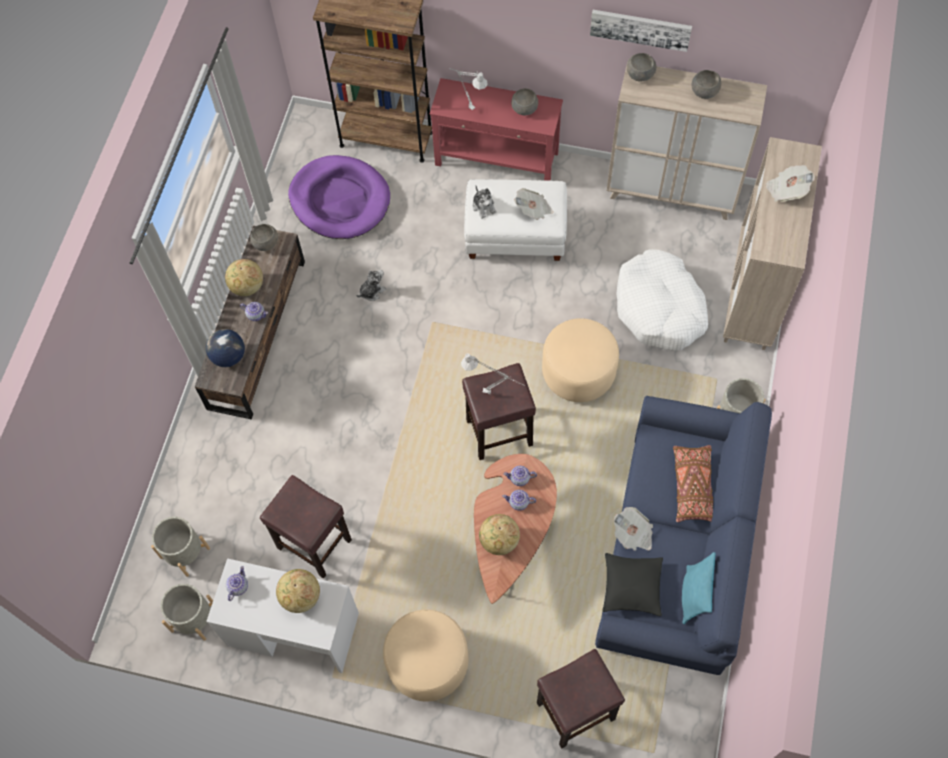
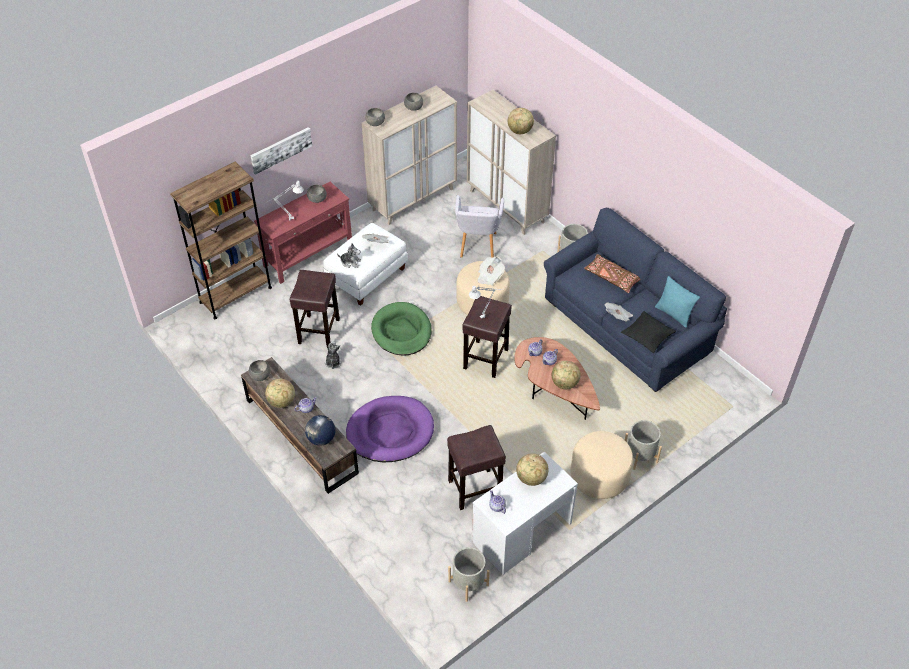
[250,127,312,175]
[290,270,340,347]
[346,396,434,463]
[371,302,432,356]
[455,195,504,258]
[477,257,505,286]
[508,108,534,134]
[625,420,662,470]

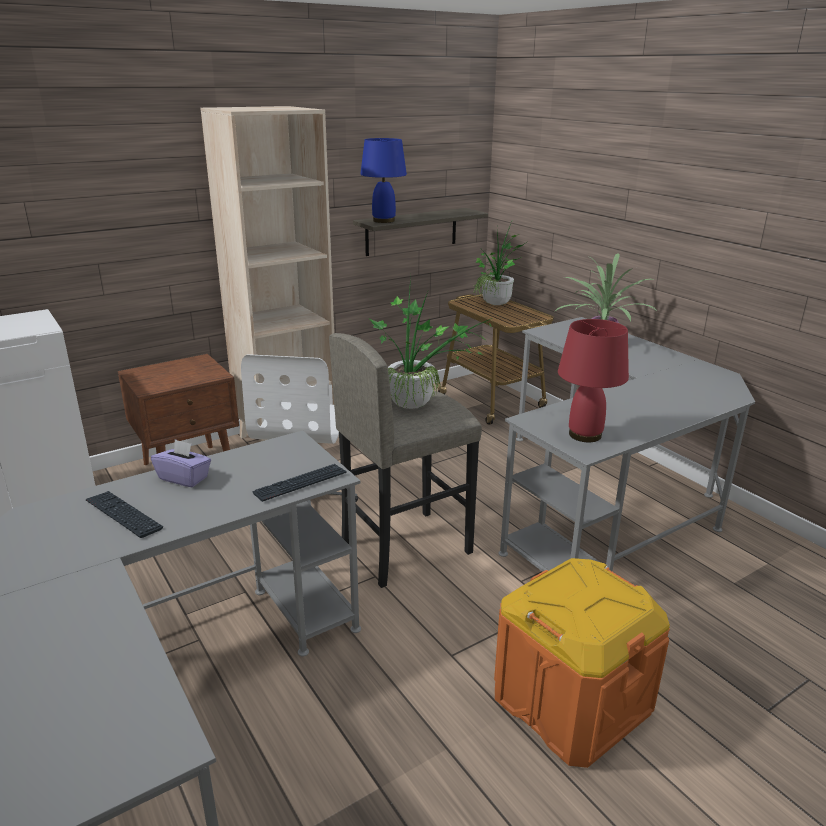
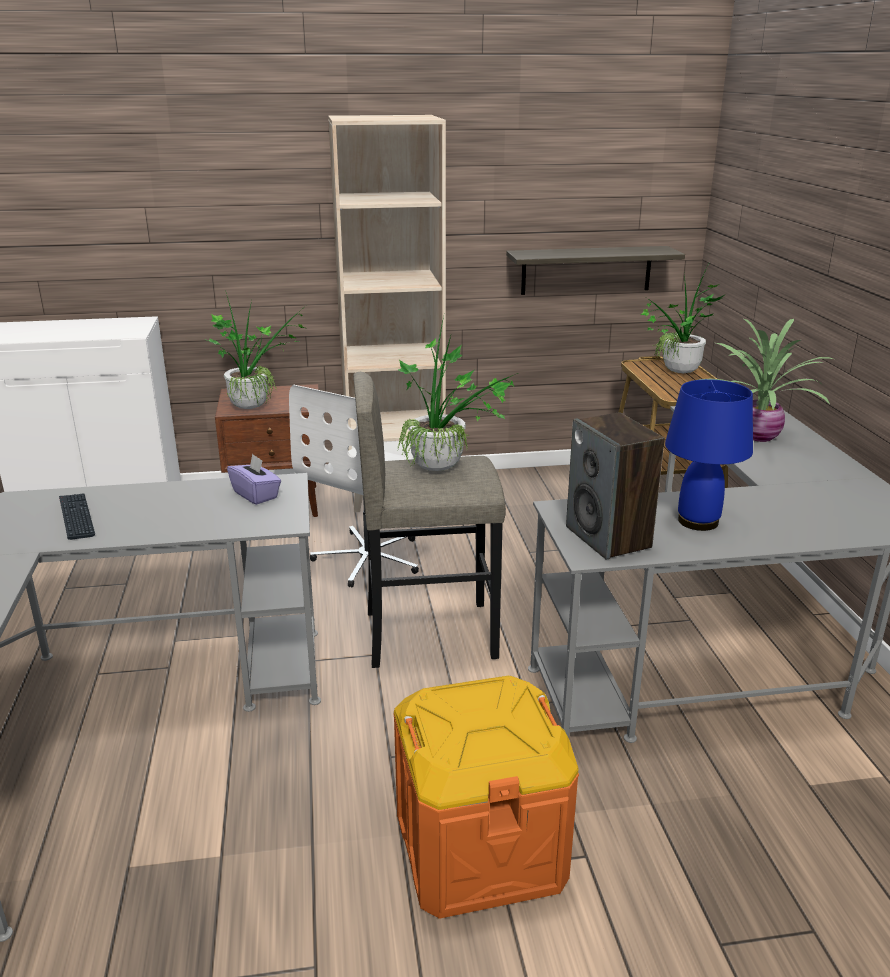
[205,293,305,409]
[227,454,281,505]
[566,412,665,560]
[665,379,753,531]
[252,464,347,502] (first image)

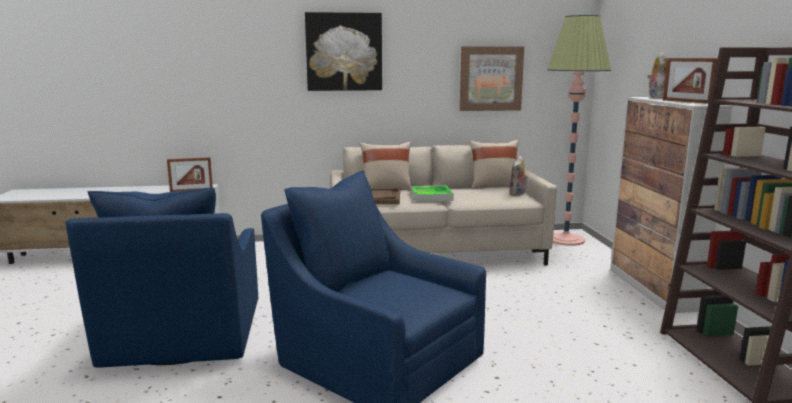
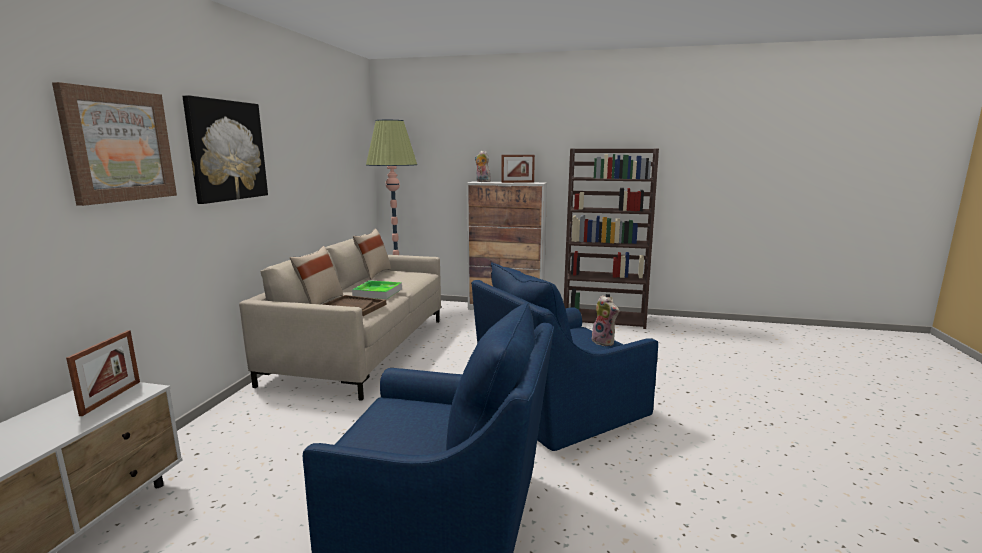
[52,82,177,206]
[592,295,619,346]

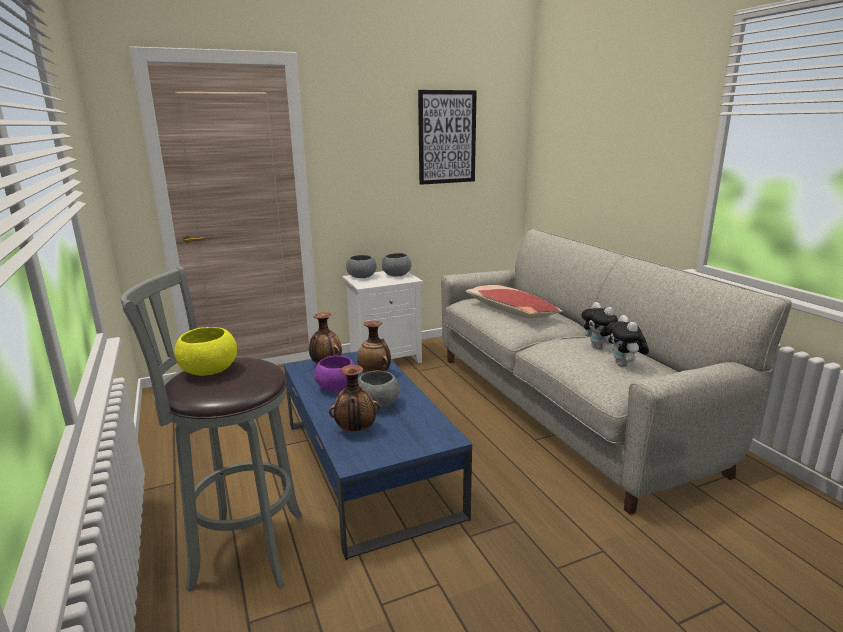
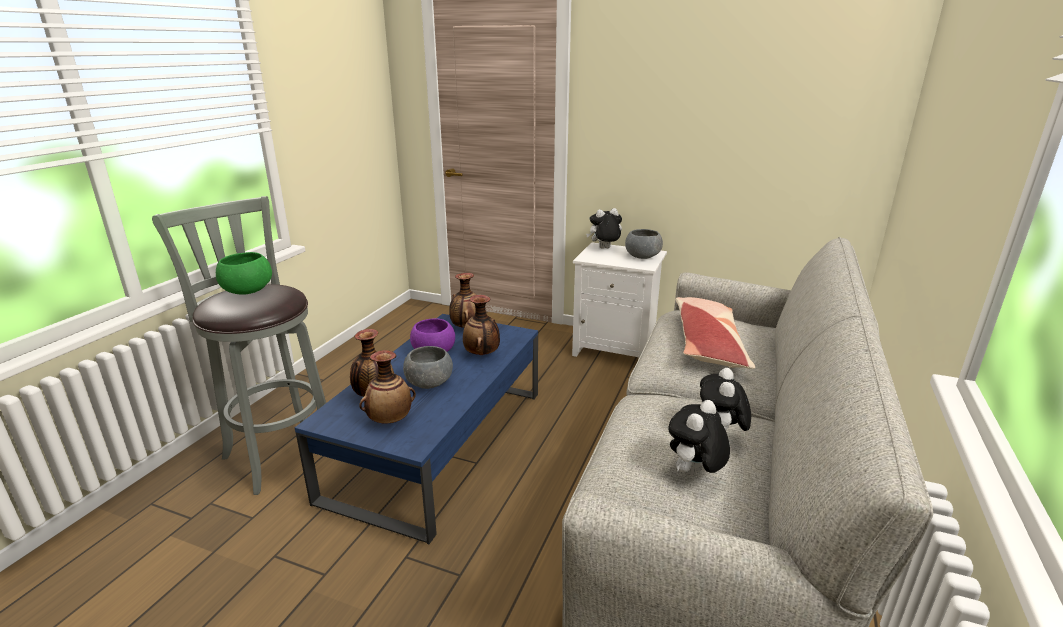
[216,252,272,295]
[359,350,416,424]
[586,208,622,249]
[418,90,477,185] (first image)

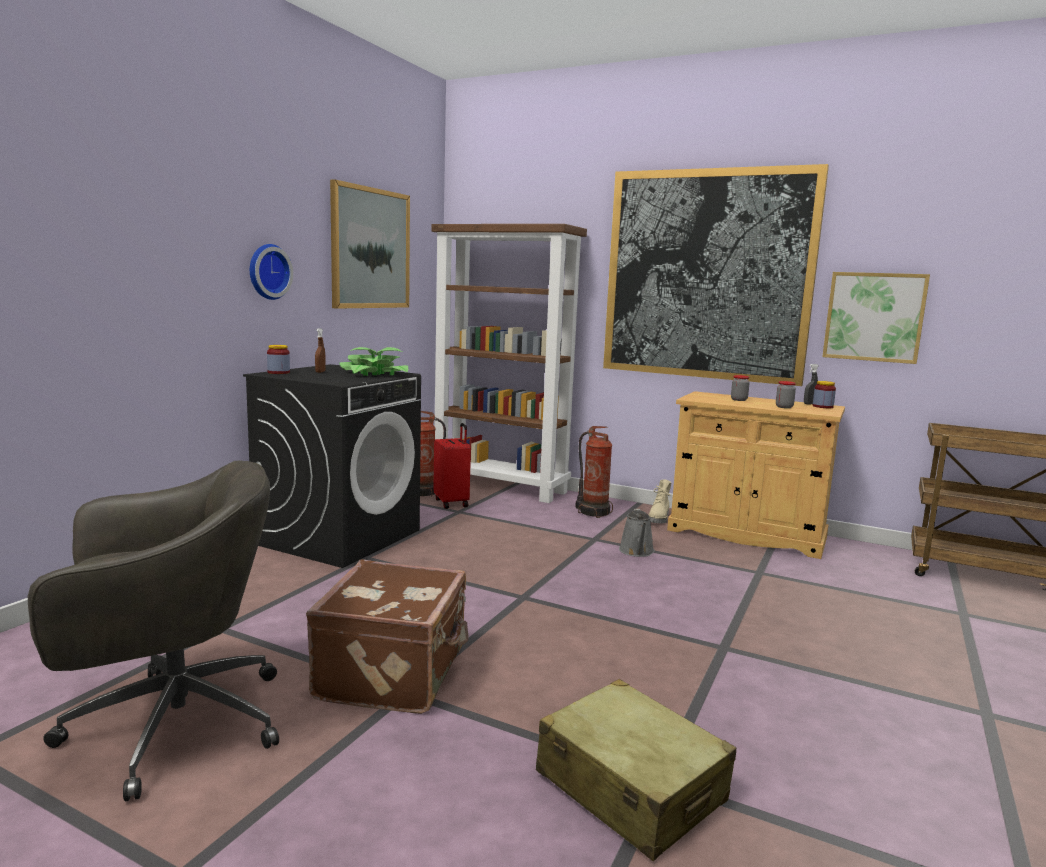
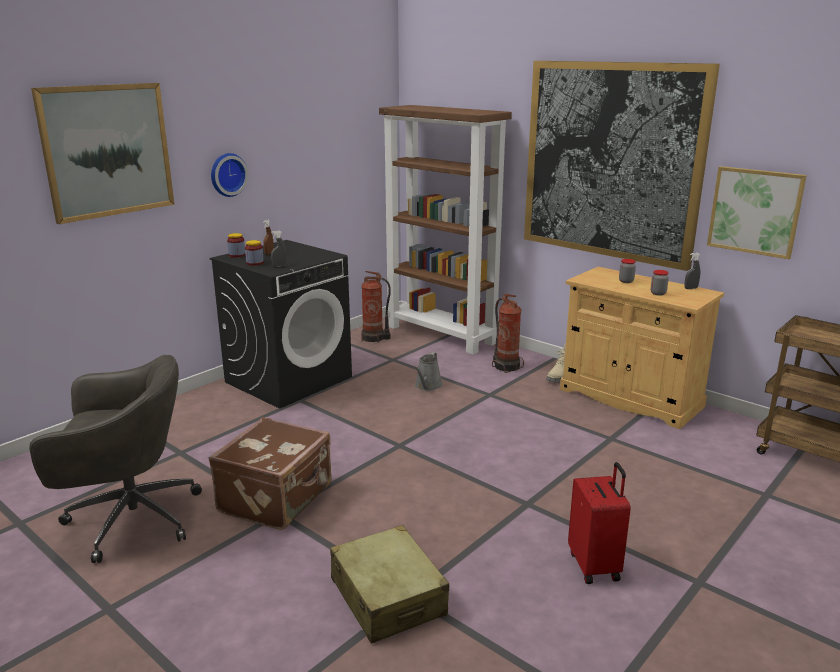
[31,83,175,224]
[245,240,264,266]
[271,230,287,267]
[415,352,443,391]
[568,462,631,584]
[340,347,408,376] (first image)

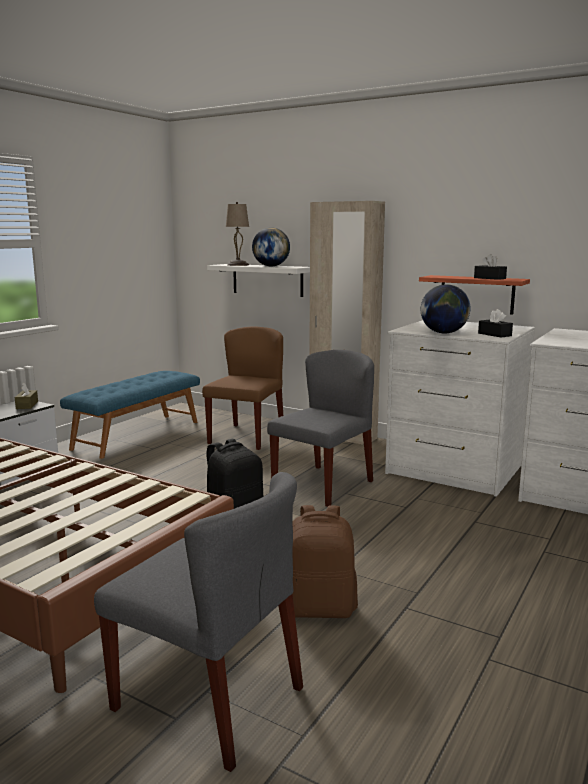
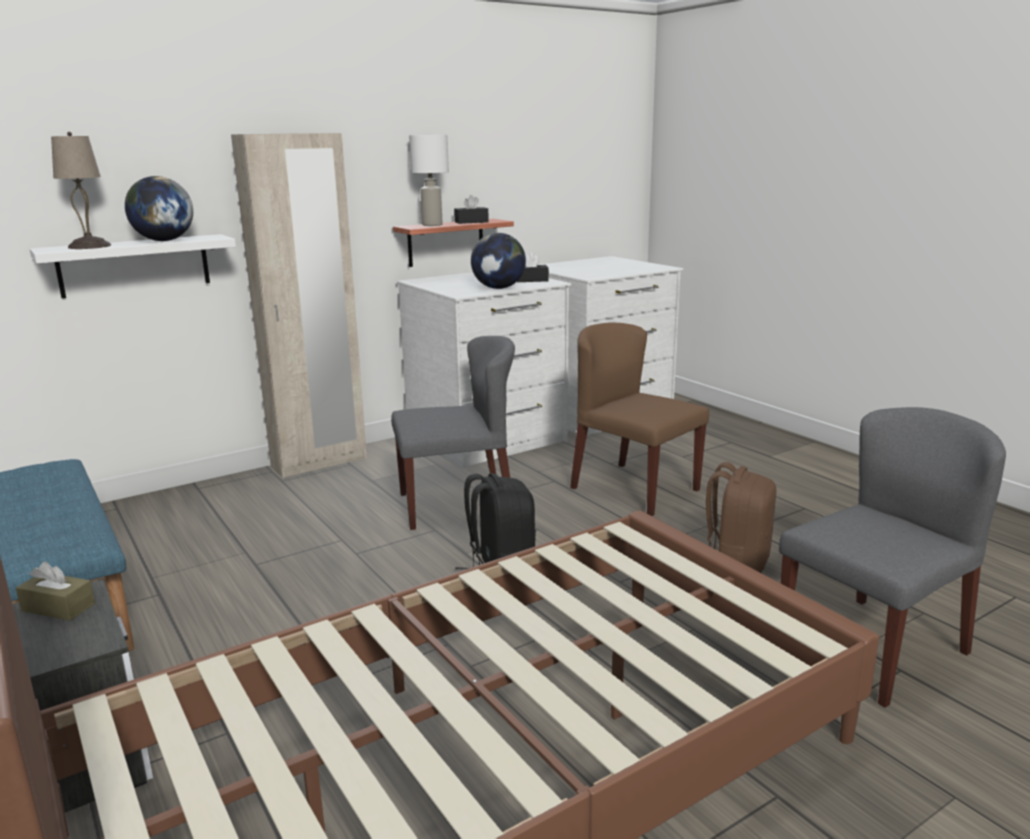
[391,336,515,530]
[409,135,449,226]
[570,322,709,516]

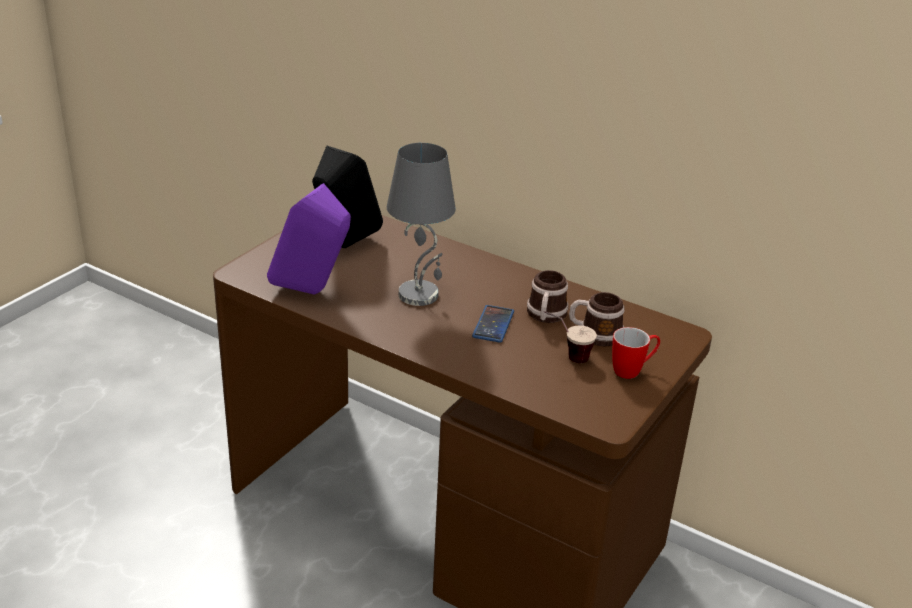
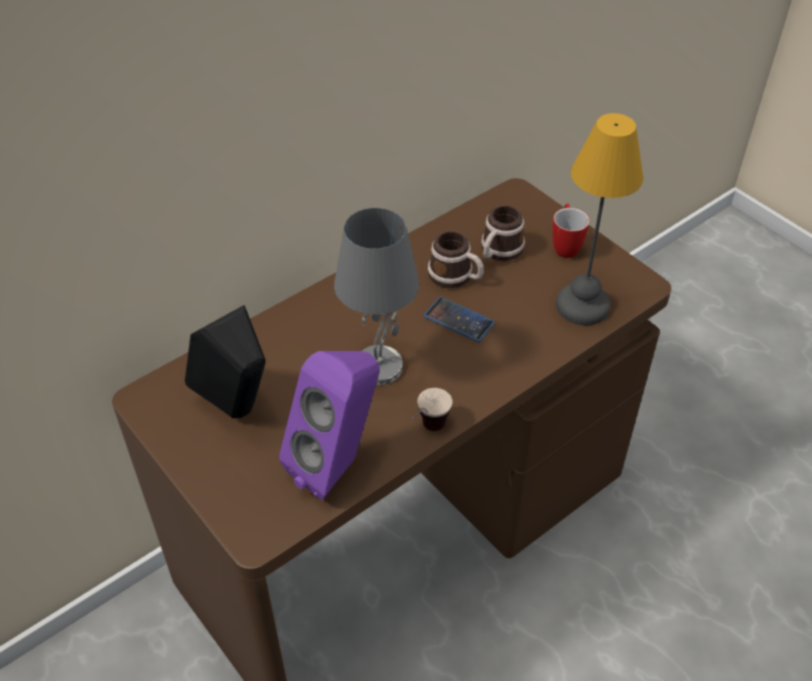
[412,388,453,431]
[556,113,643,325]

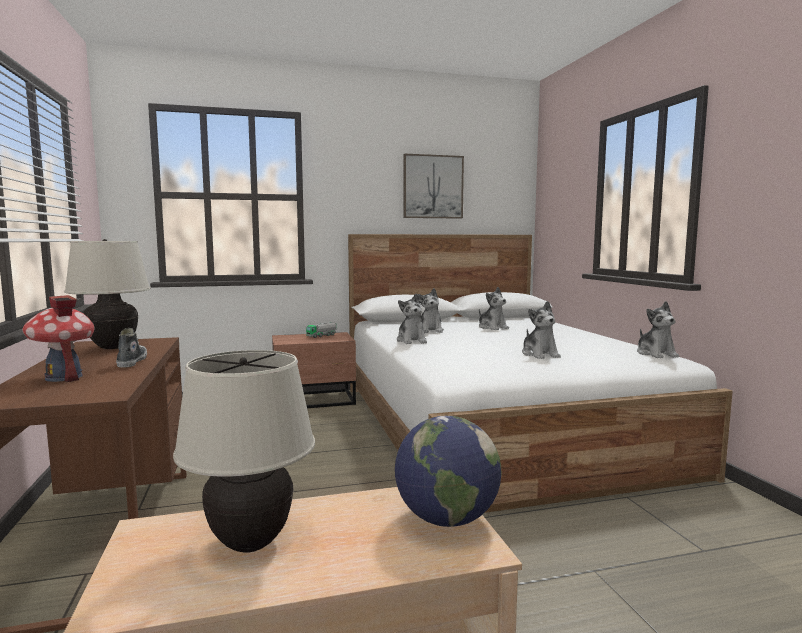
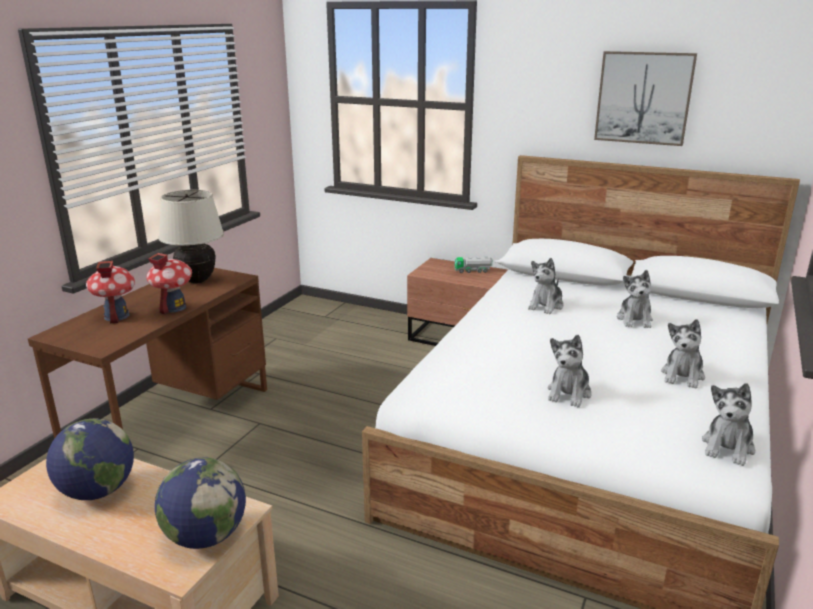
[46,419,134,500]
[146,253,192,314]
[661,319,705,389]

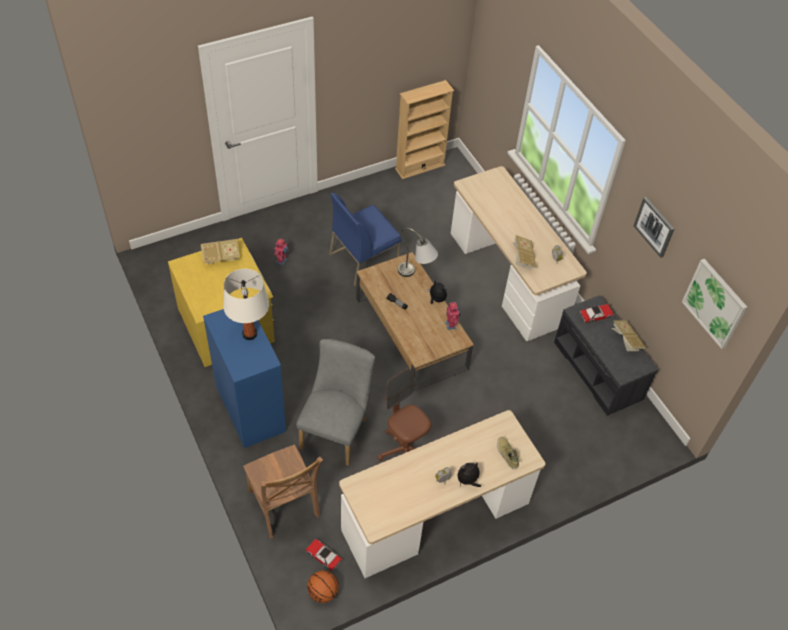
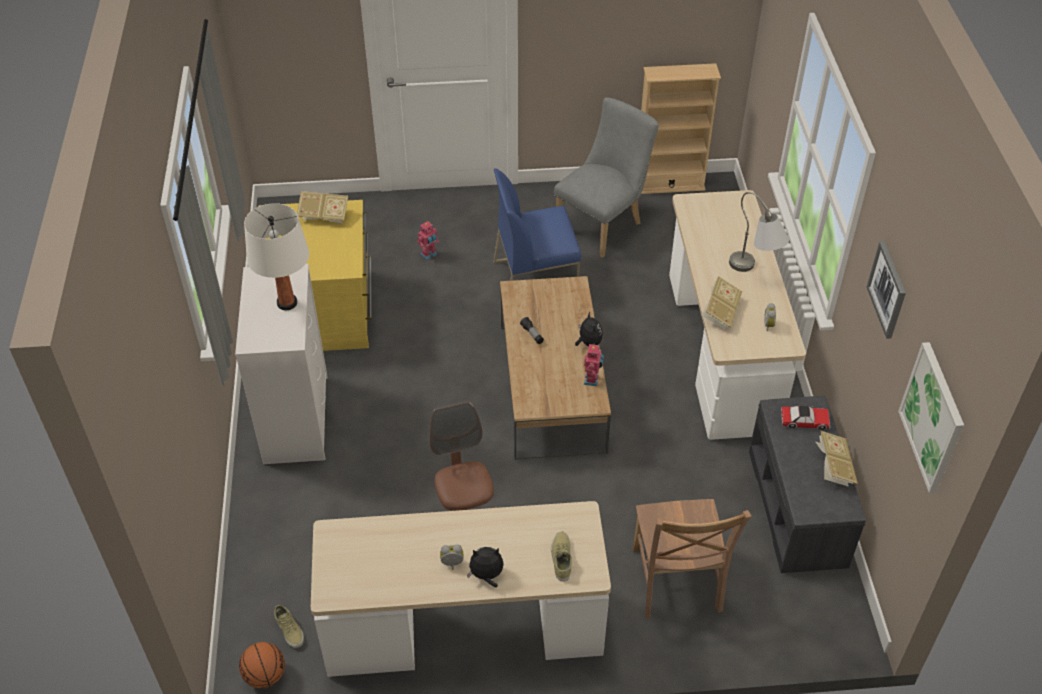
[235,264,328,464]
[274,605,304,648]
[554,98,659,258]
[633,499,751,619]
[729,192,789,272]

